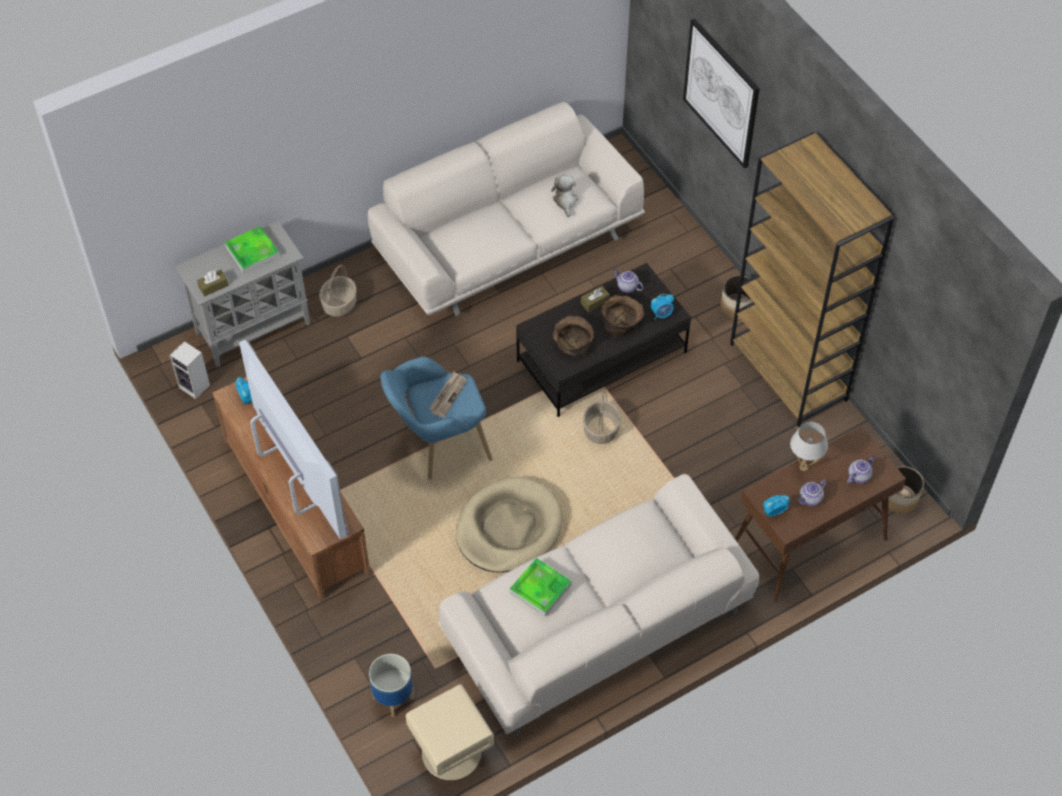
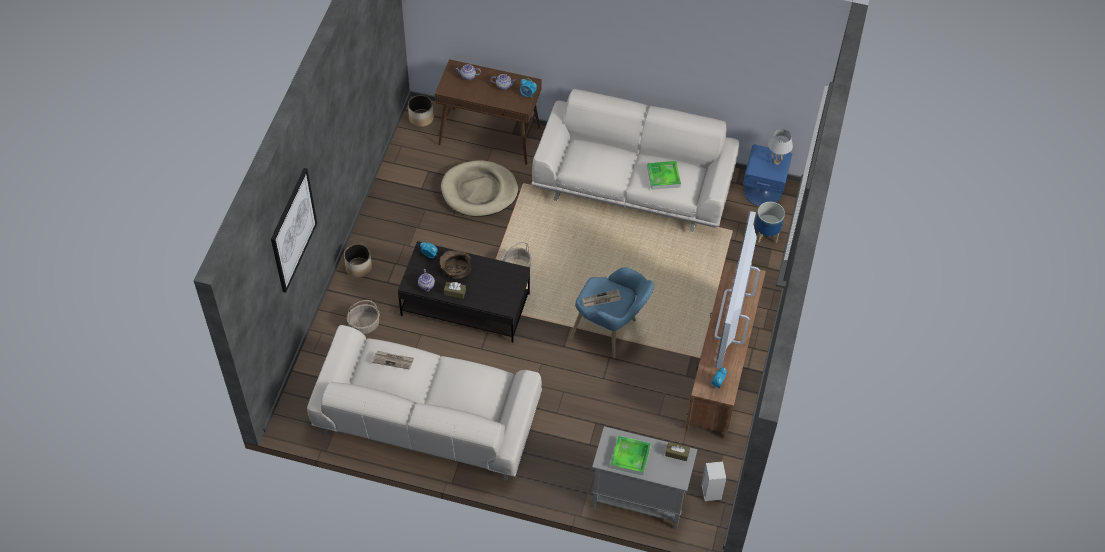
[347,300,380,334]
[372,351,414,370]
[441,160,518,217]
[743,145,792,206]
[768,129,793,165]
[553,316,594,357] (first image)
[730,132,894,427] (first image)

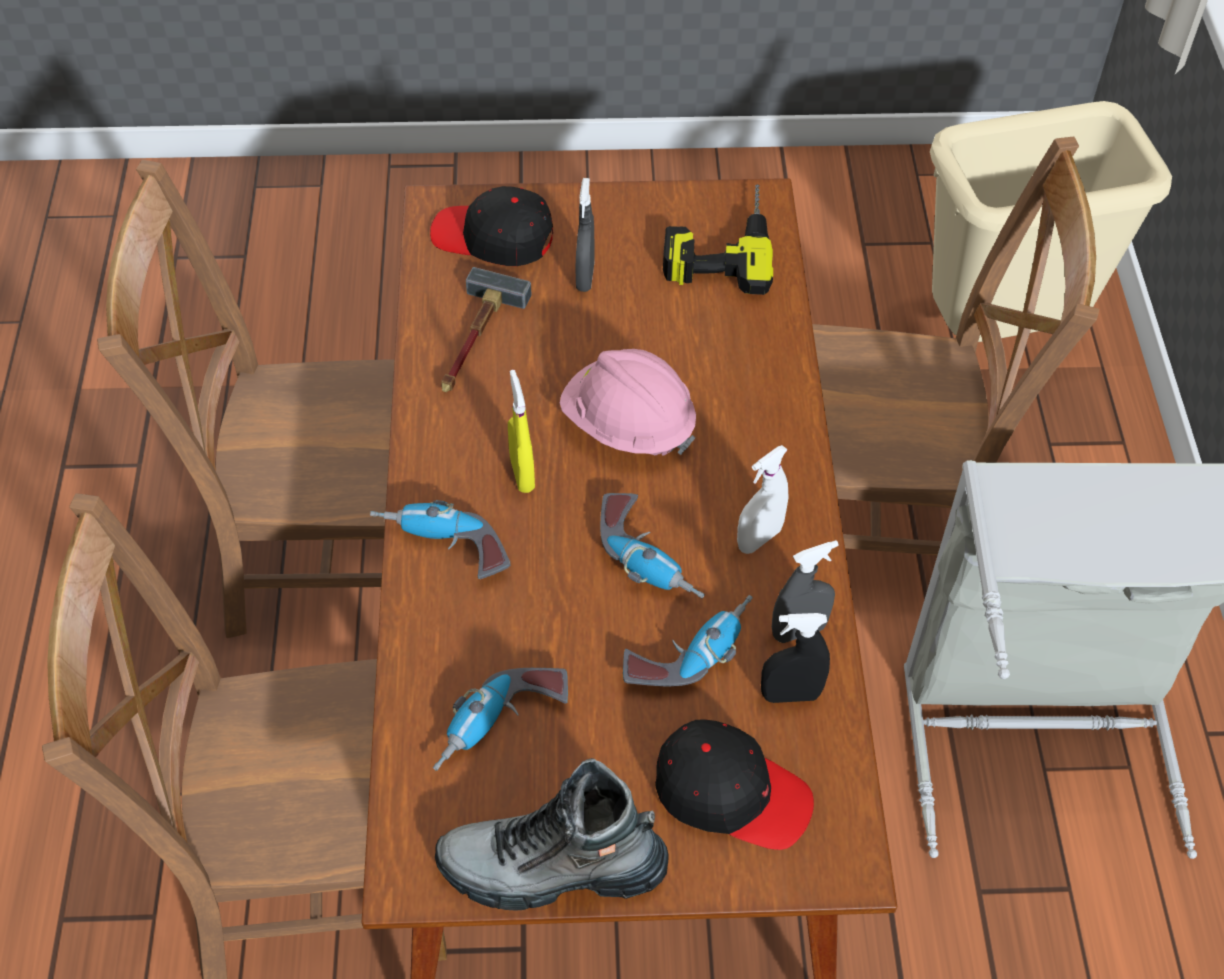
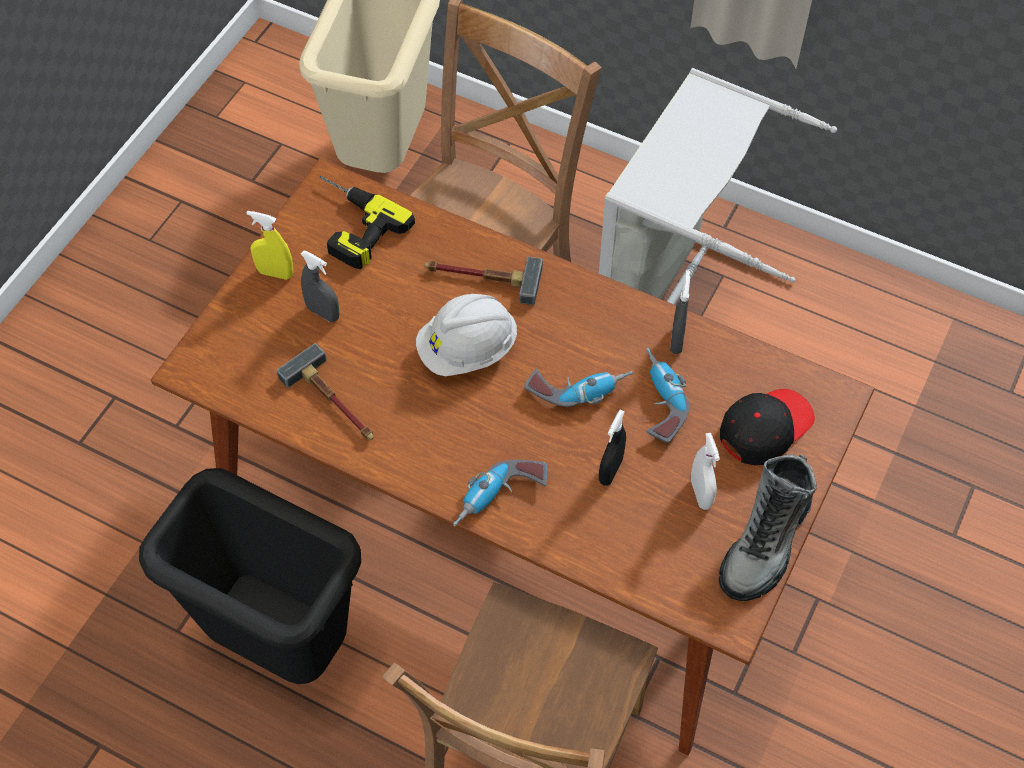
[139,468,361,684]
[246,211,293,280]
[416,294,517,376]
[425,257,543,305]
[599,410,626,486]
[691,433,720,510]
[430,186,553,266] (first image)
[433,668,568,771] (first image)

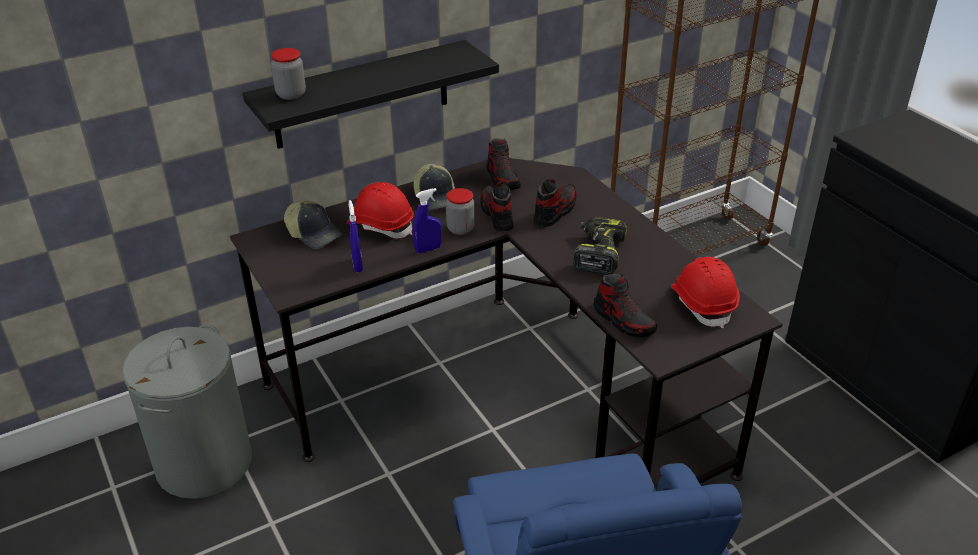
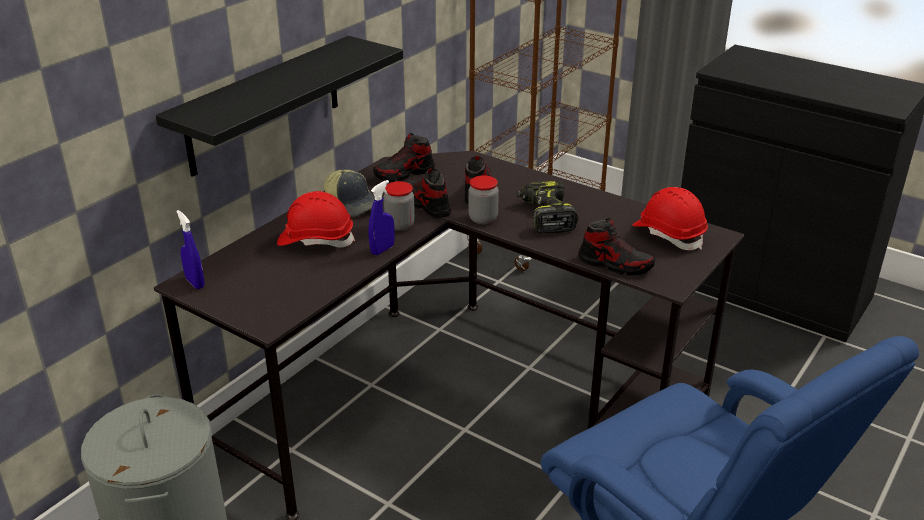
[176,210,205,289]
[373,133,435,183]
[469,175,499,224]
[284,201,343,249] (first image)

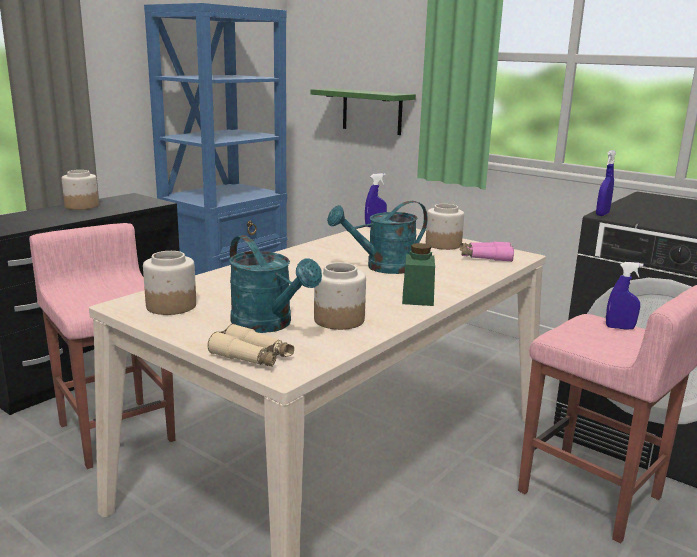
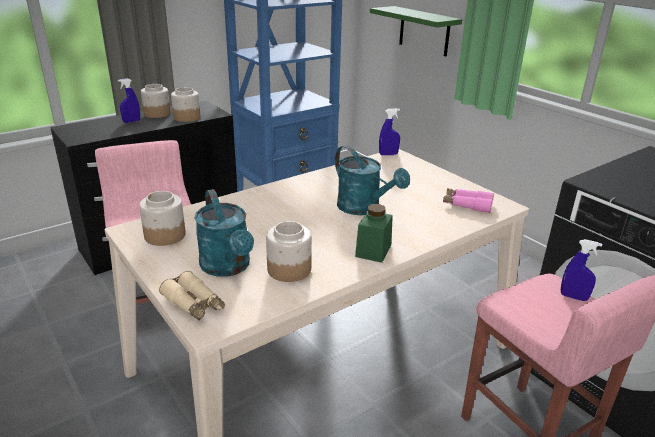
[118,78,140,123]
[171,87,200,122]
[335,145,410,215]

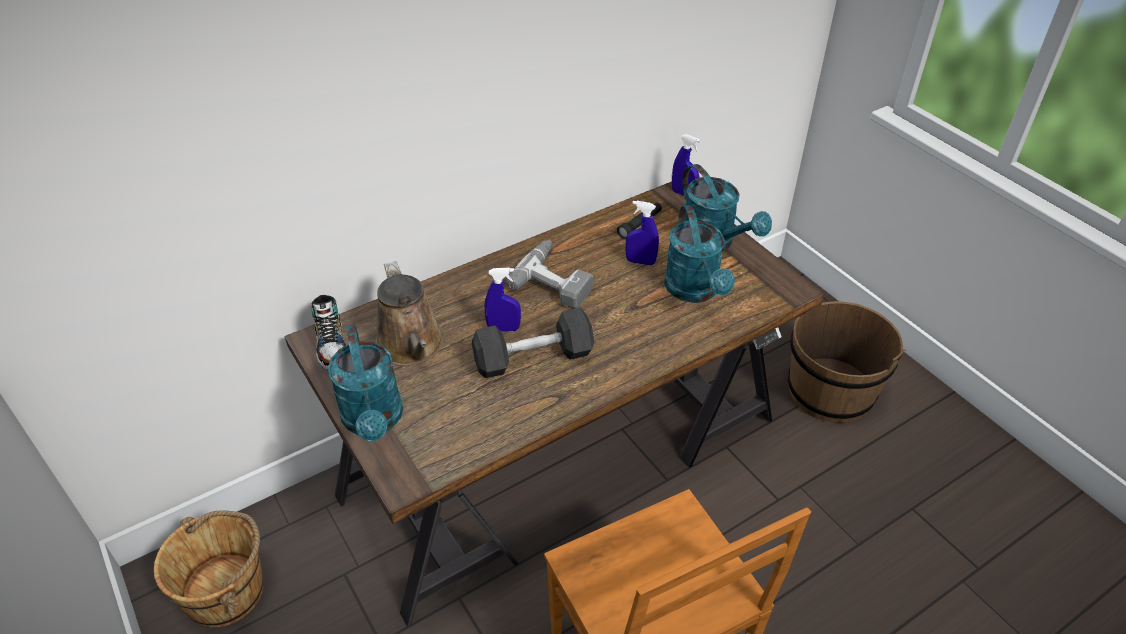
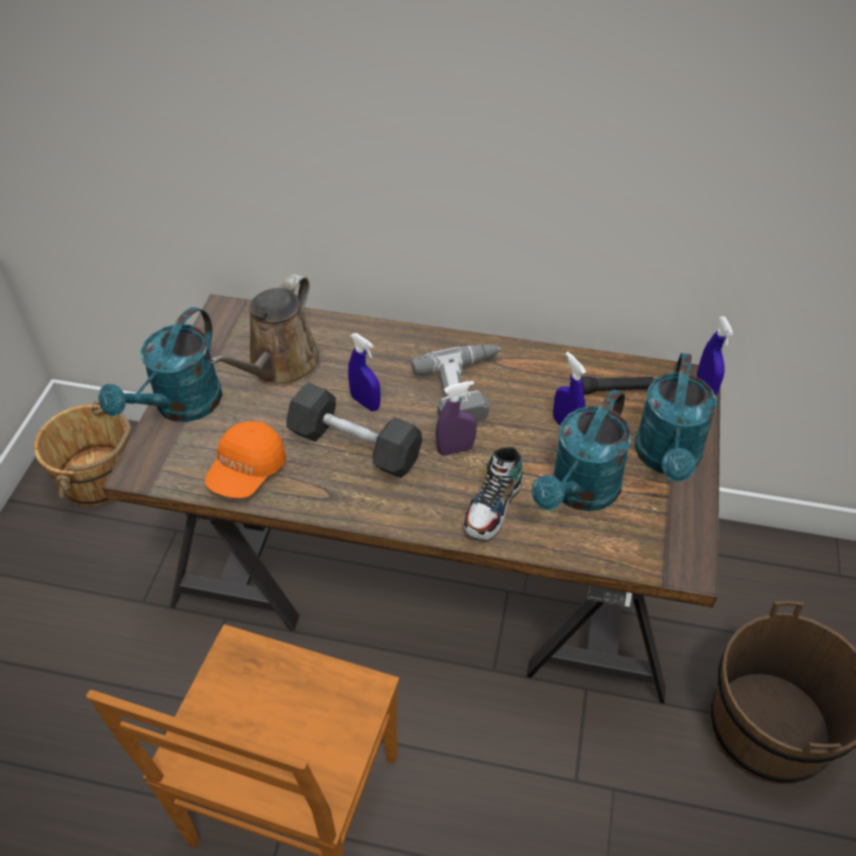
[205,421,286,498]
[436,381,477,456]
[463,447,523,541]

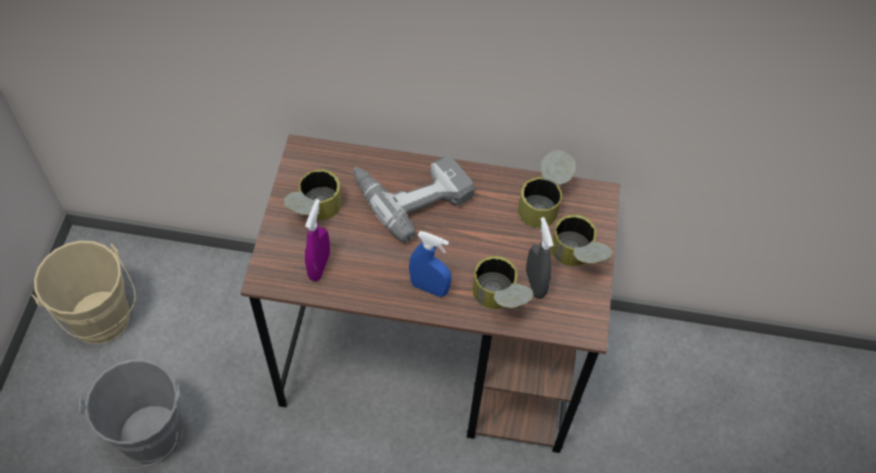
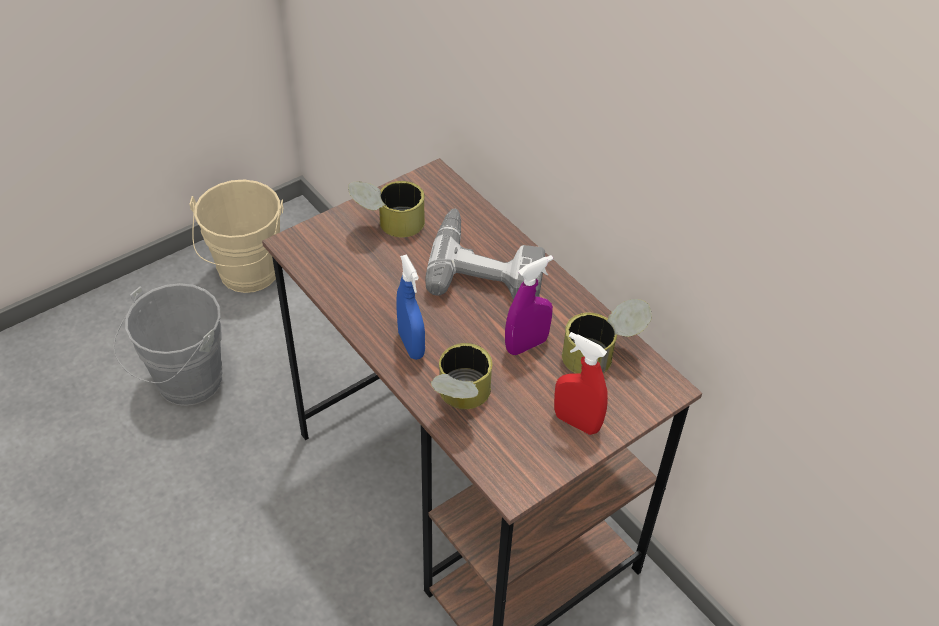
[505,255,553,355]
[554,332,608,435]
[526,217,554,299] (first image)

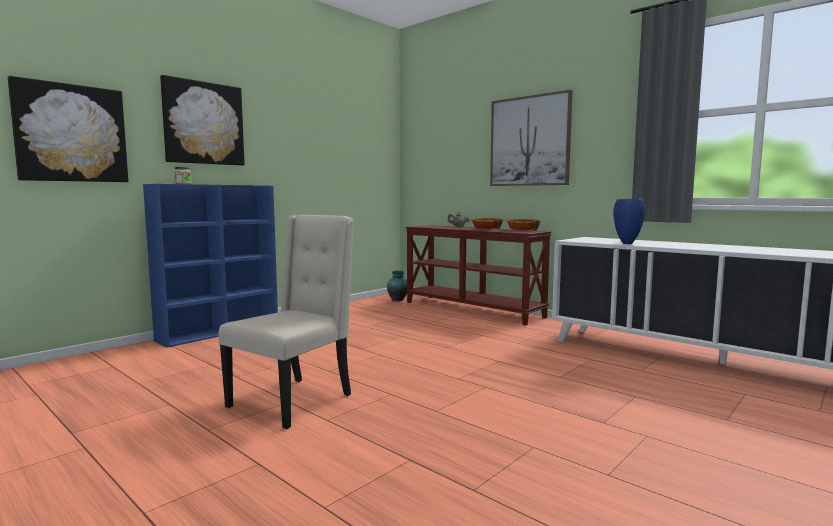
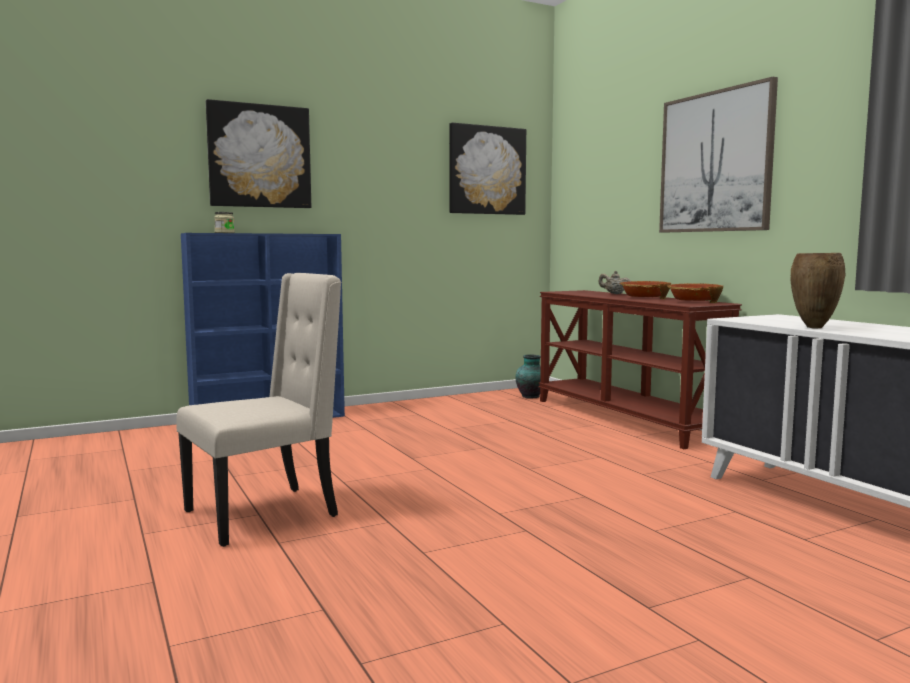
[449,123,526,215]
[791,253,845,329]

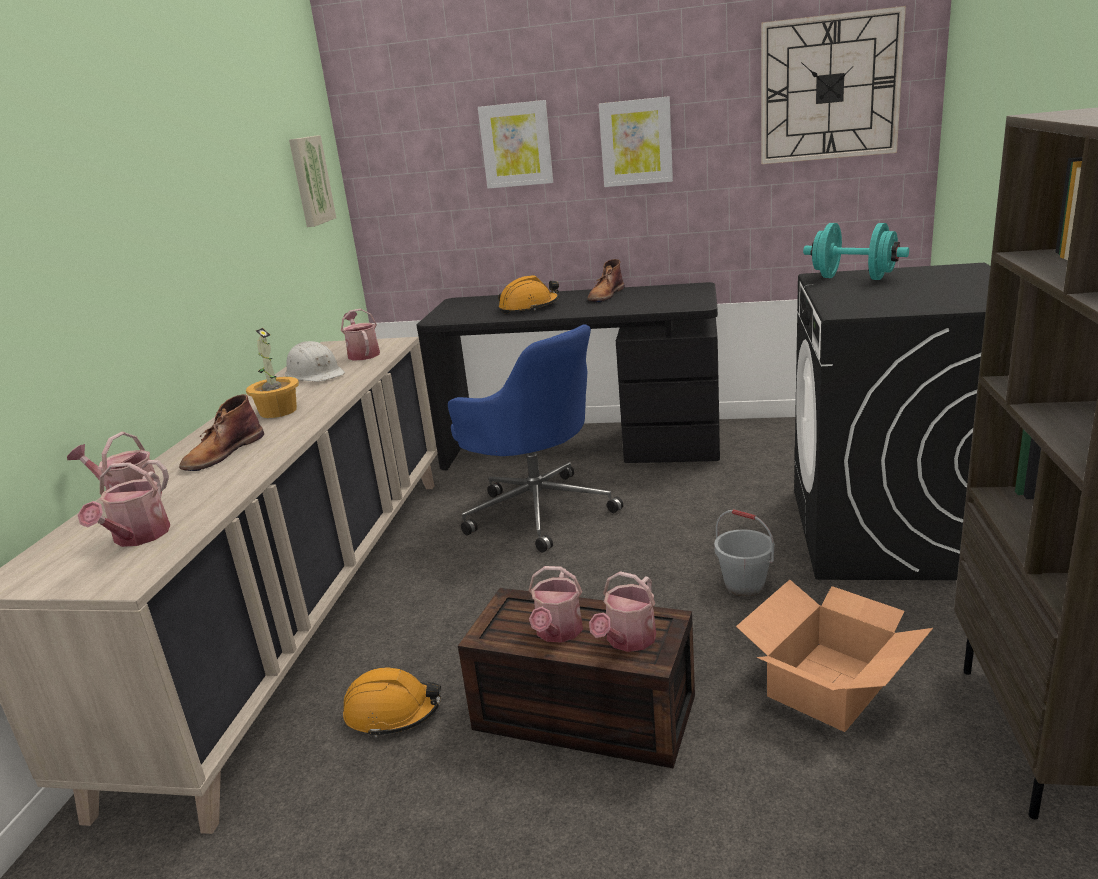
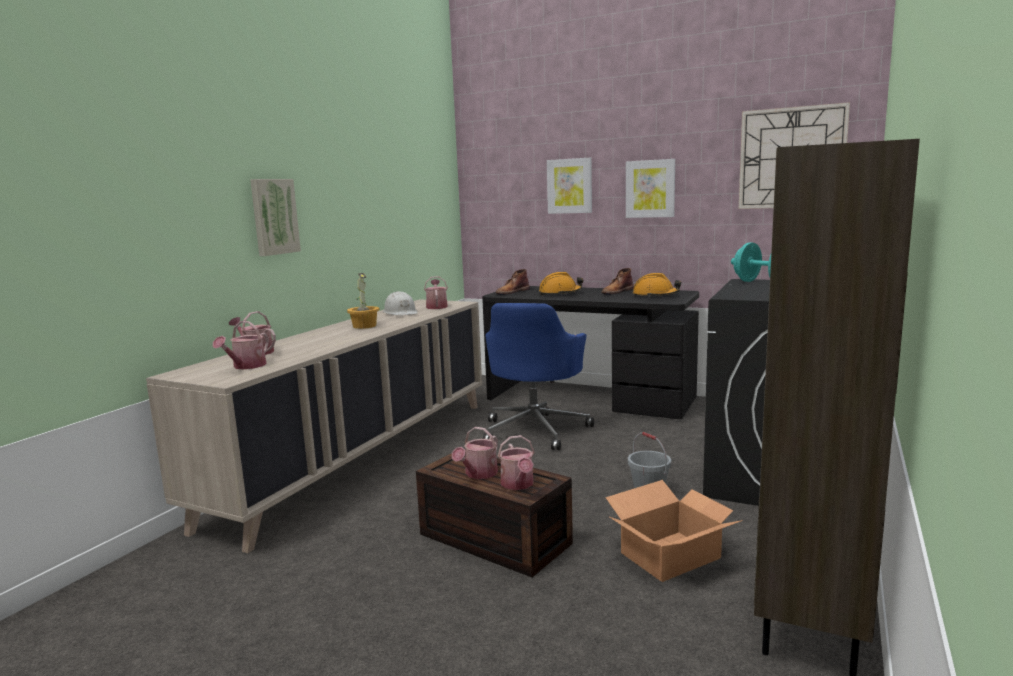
[250,179,301,256]
[483,303,594,450]
[496,269,530,295]
[498,435,535,490]
[633,273,681,297]

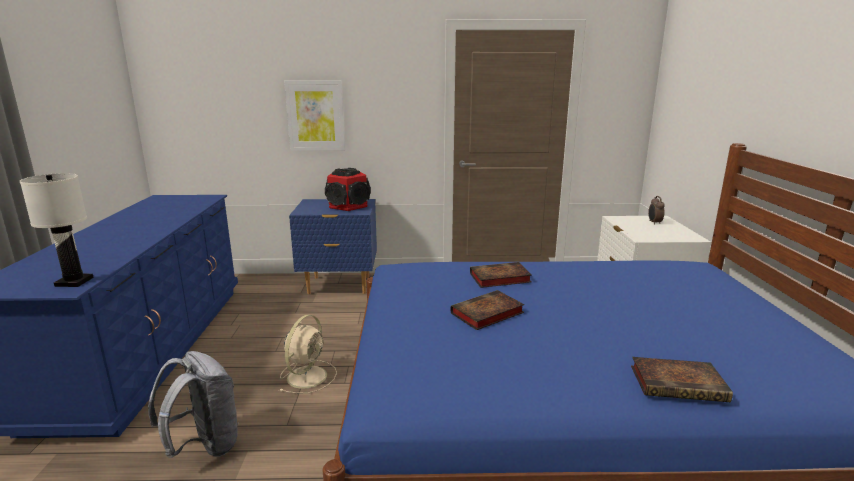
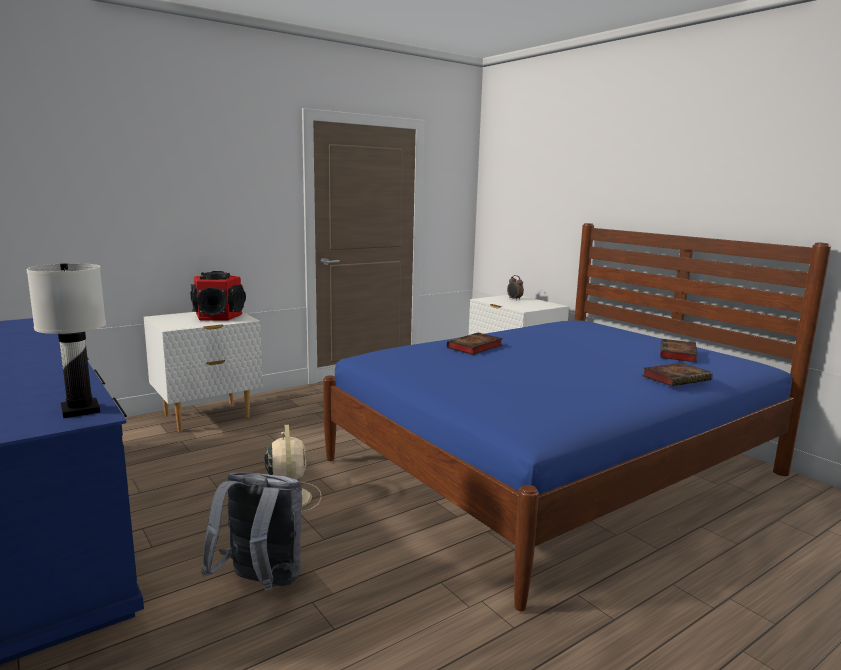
[144,312,263,432]
[660,339,698,362]
[284,81,345,151] (first image)

